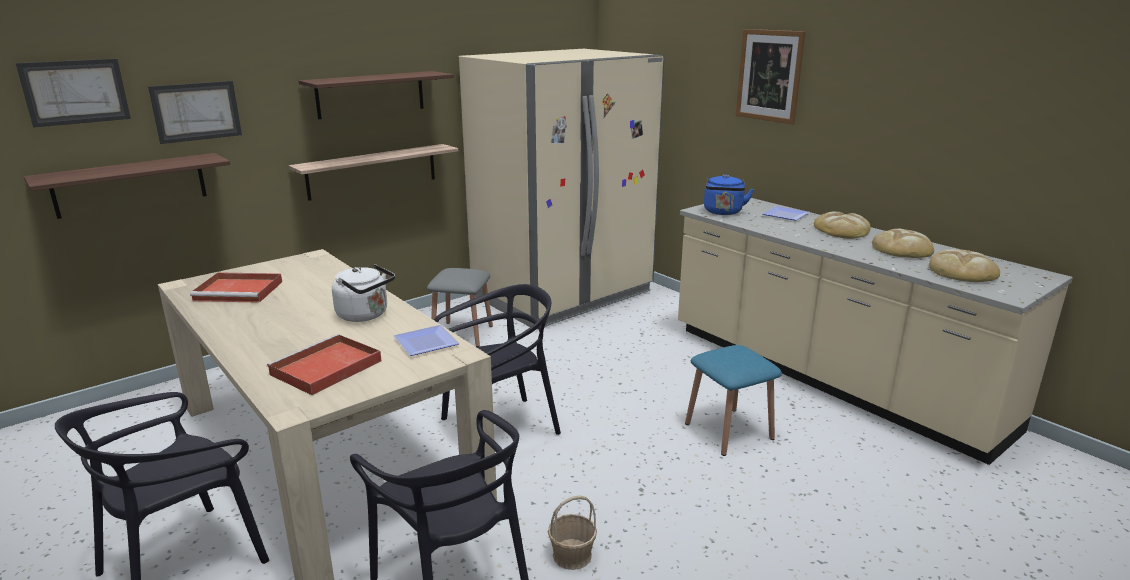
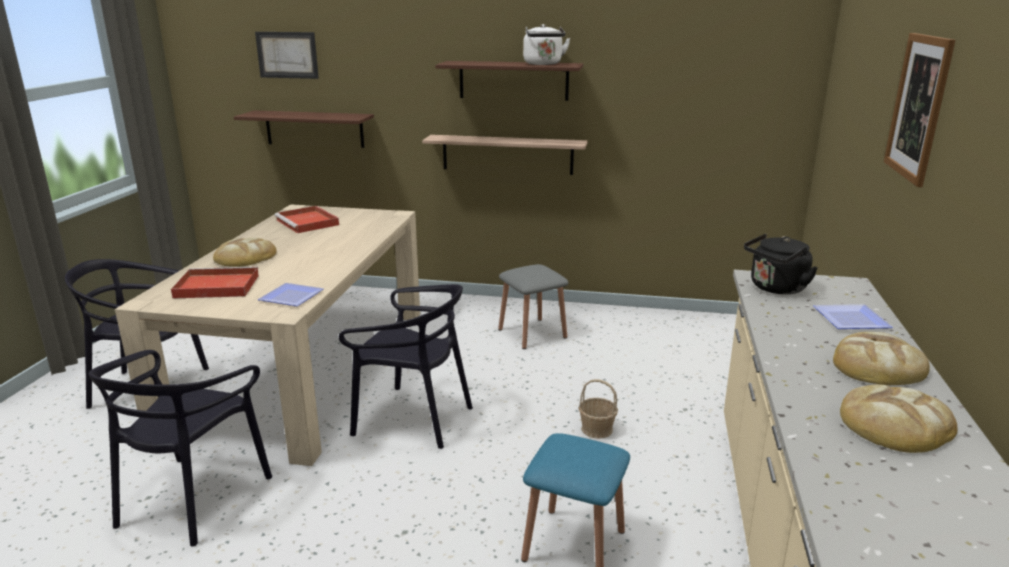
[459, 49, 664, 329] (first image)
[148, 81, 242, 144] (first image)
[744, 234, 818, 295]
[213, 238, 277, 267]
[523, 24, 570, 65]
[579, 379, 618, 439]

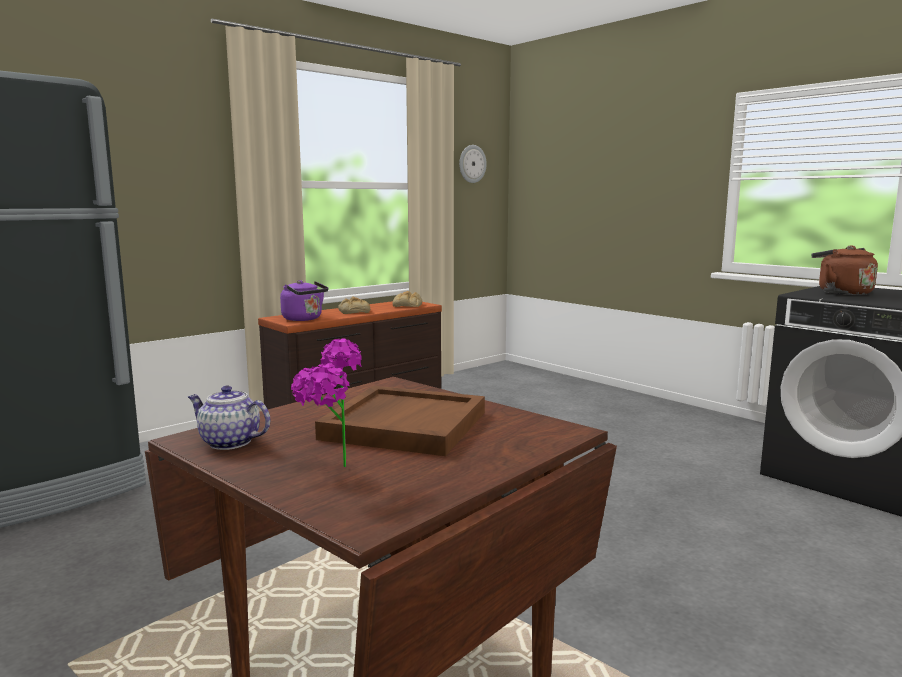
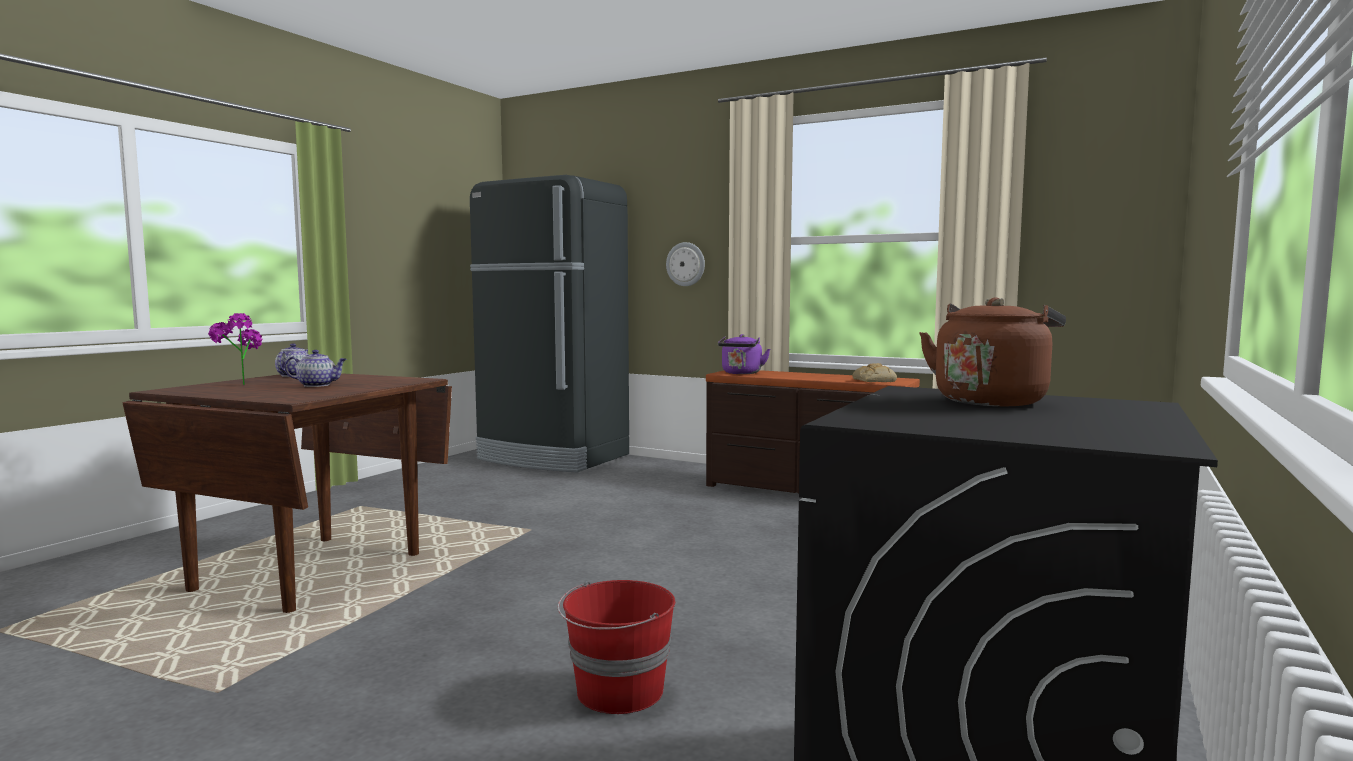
[666, 242, 705, 286]
[338, 296, 370, 314] (first image)
[285, 350, 347, 387]
[558, 580, 675, 714]

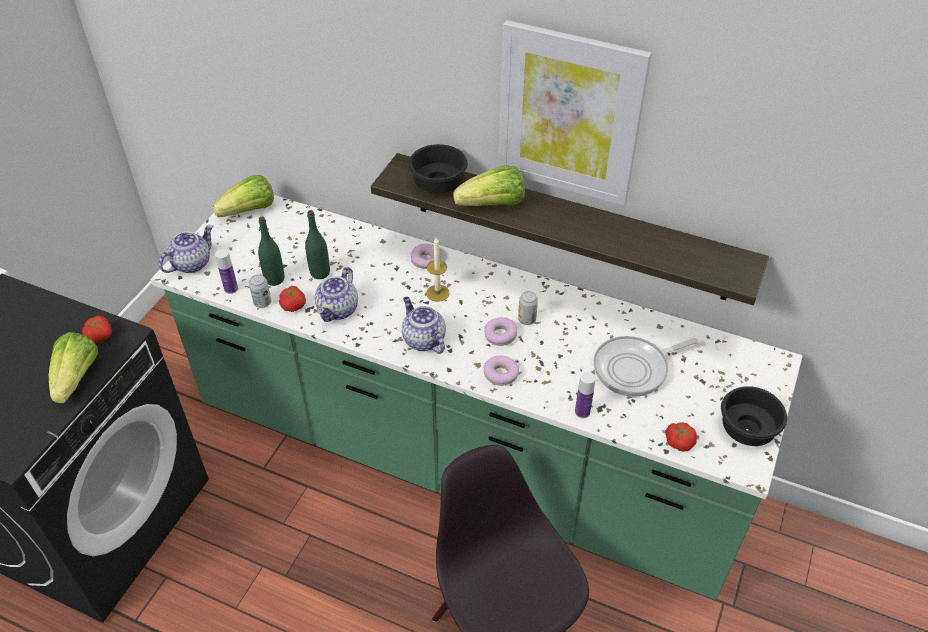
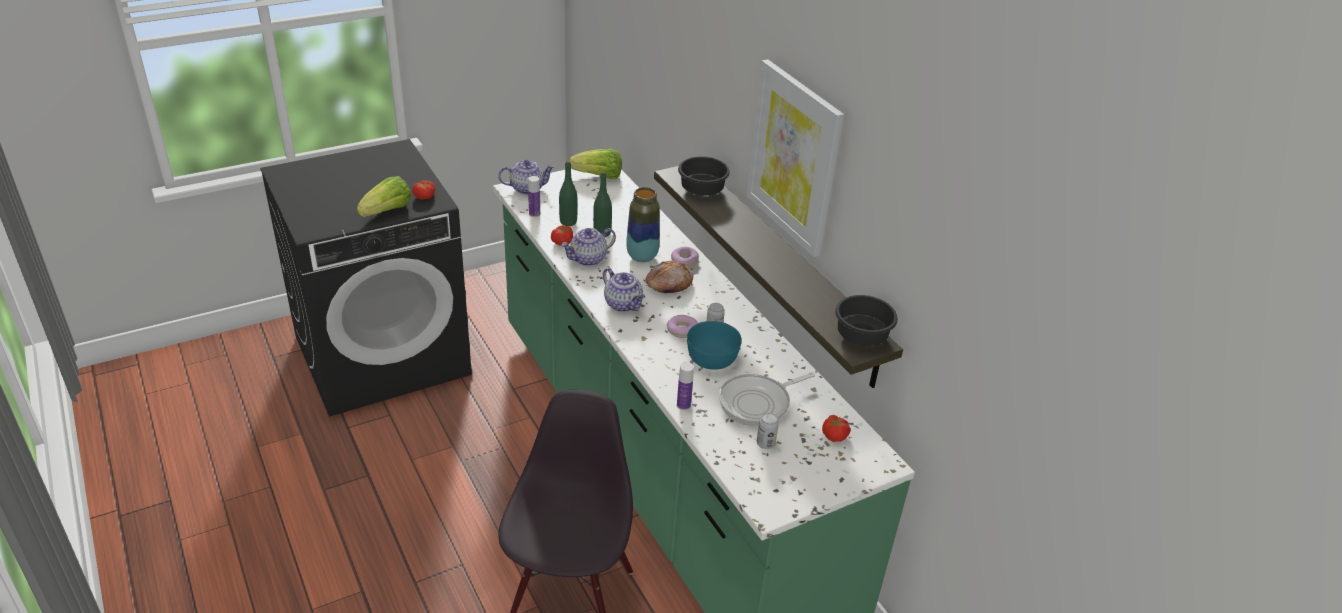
[453, 165, 525, 206] (first image)
[646, 260, 693, 293]
[757, 413, 779, 449]
[603, 268, 645, 312]
[719, 372, 815, 426]
[484, 355, 519, 386] (first image)
[835, 295, 898, 346]
[822, 415, 851, 442]
[626, 187, 660, 262]
[687, 321, 742, 370]

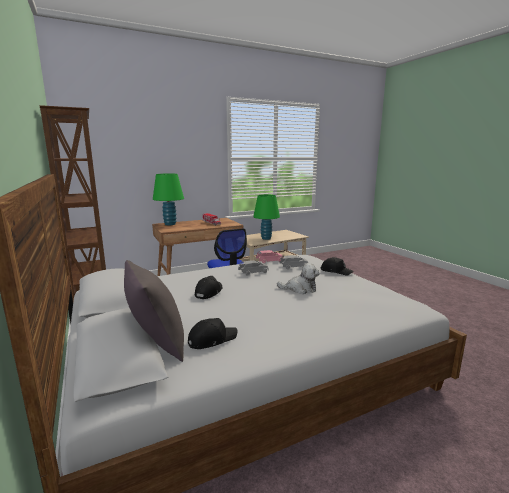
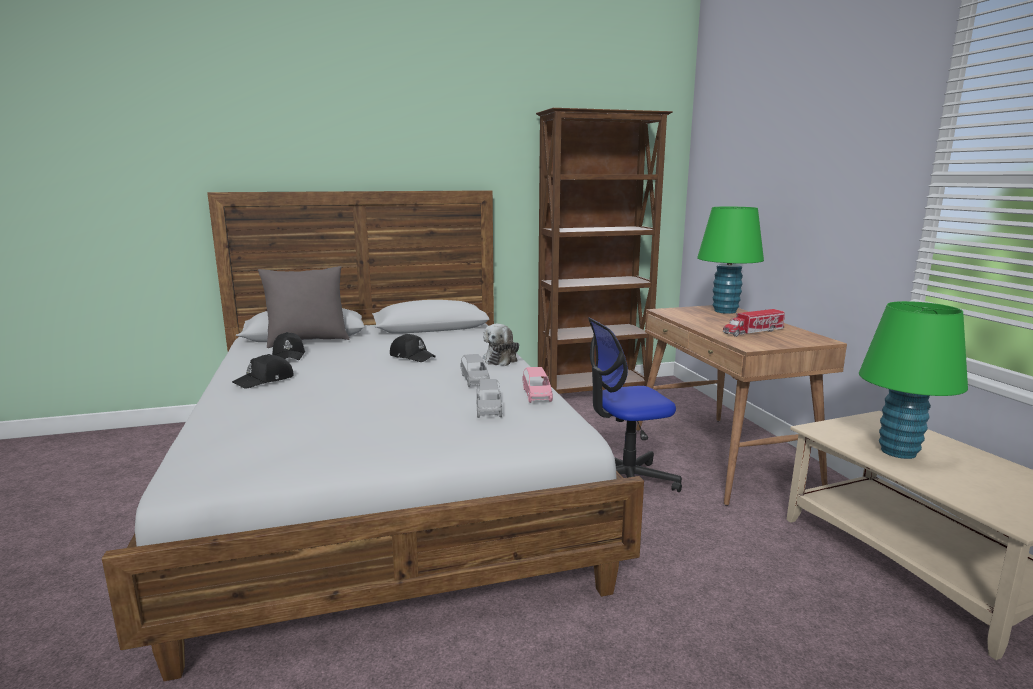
[232, 354, 294, 388]
[483, 324, 519, 366]

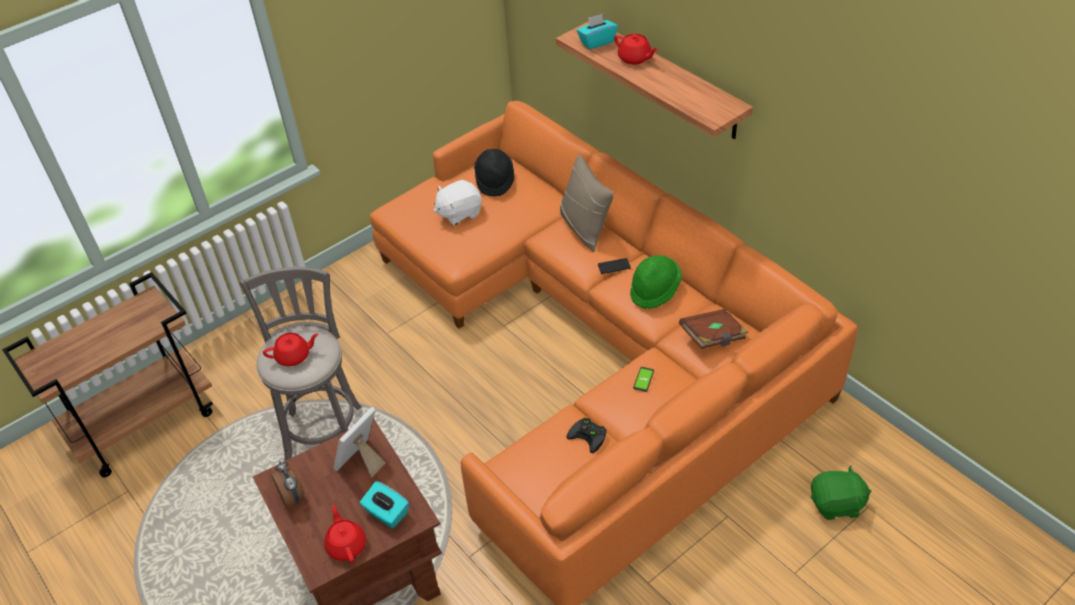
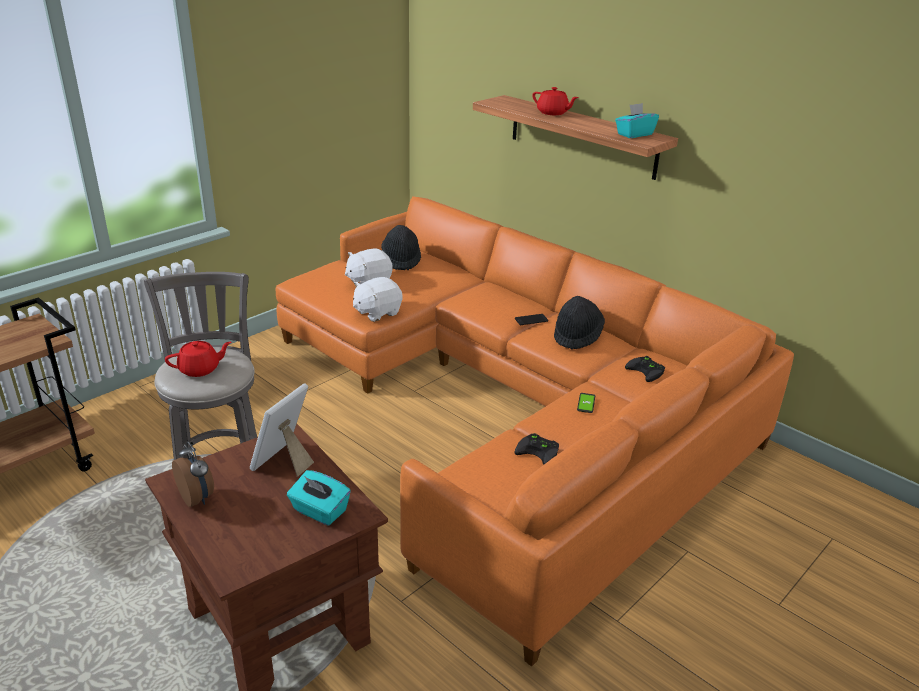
[615, 103, 659, 138]
[560, 154, 614, 252] (first image)
[554, 296, 605, 350]
[625, 356, 665, 382]
[811, 465, 871, 520] (first image)
[324, 505, 366, 563] (first image)
[353, 277, 402, 322]

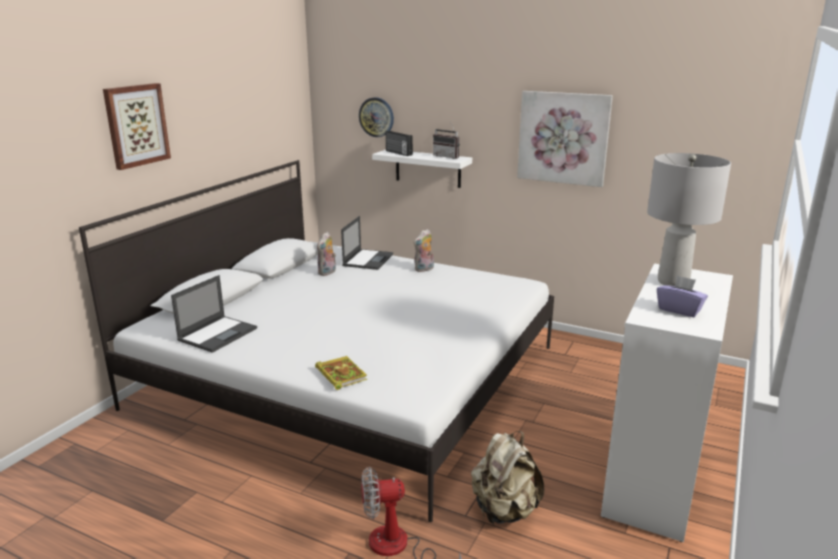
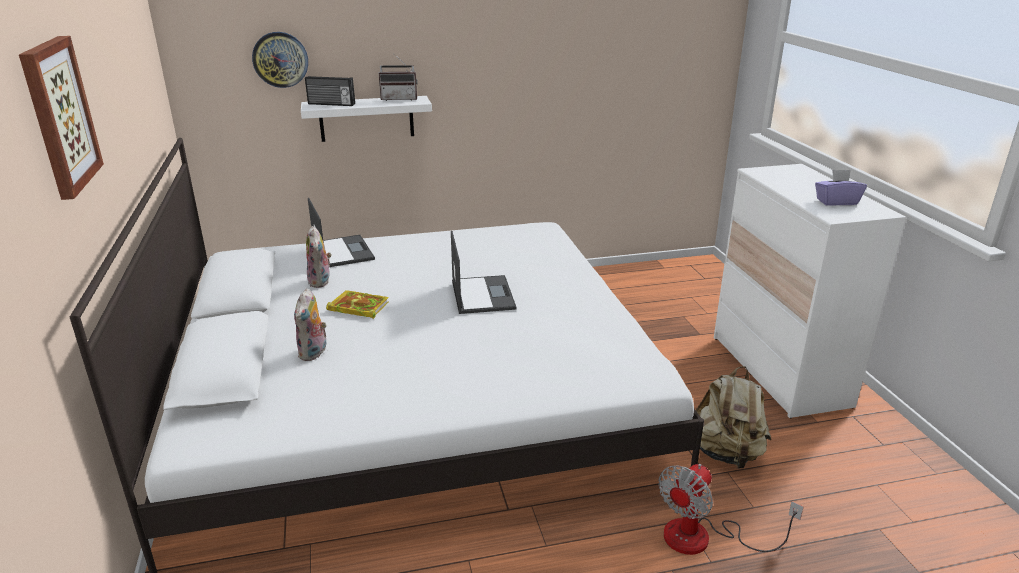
[517, 91, 613, 187] (first image)
[647, 153, 731, 286] (first image)
[294, 288, 327, 361]
[451, 231, 516, 314]
[326, 290, 389, 319]

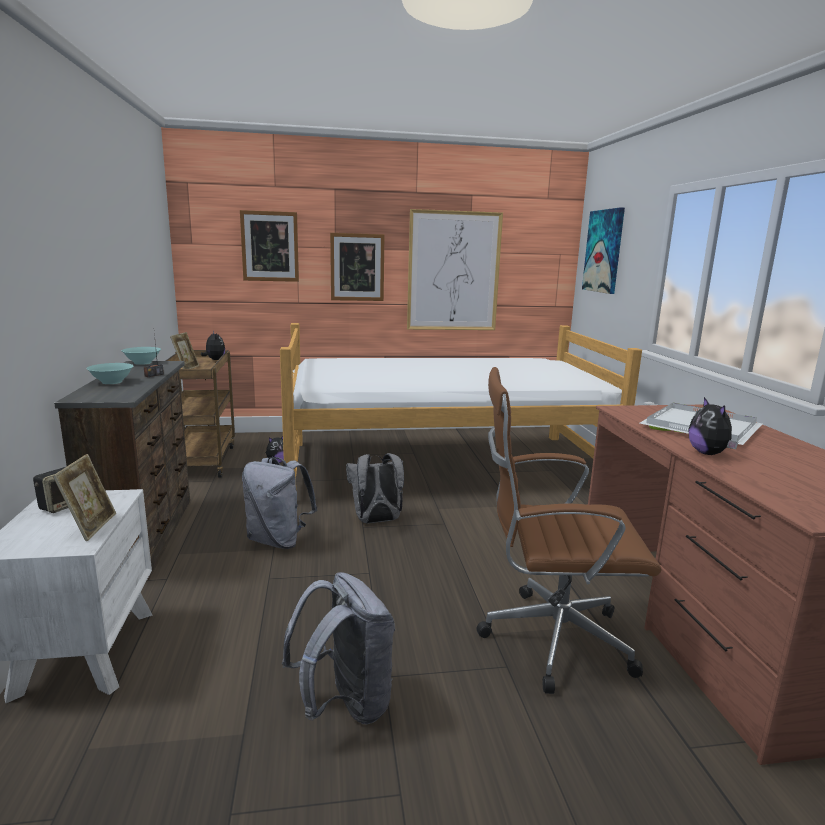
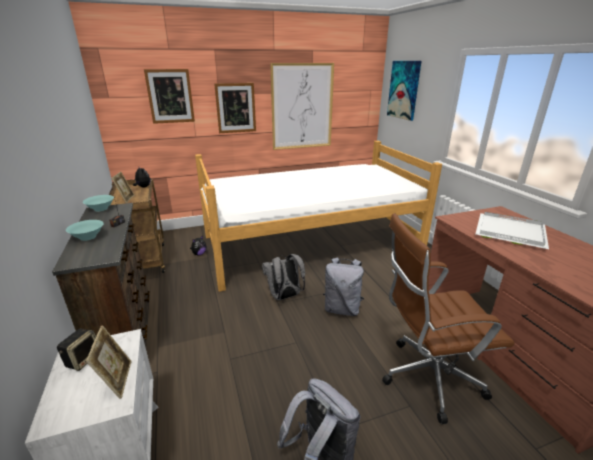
[689, 397, 738, 455] (first image)
[323, 258, 364, 316]

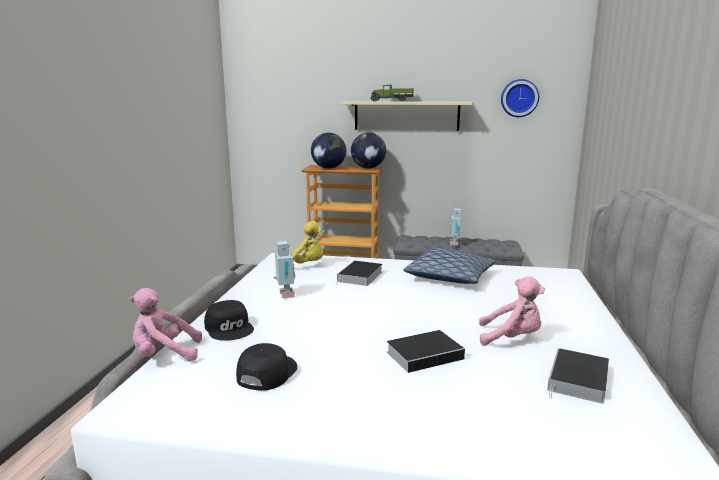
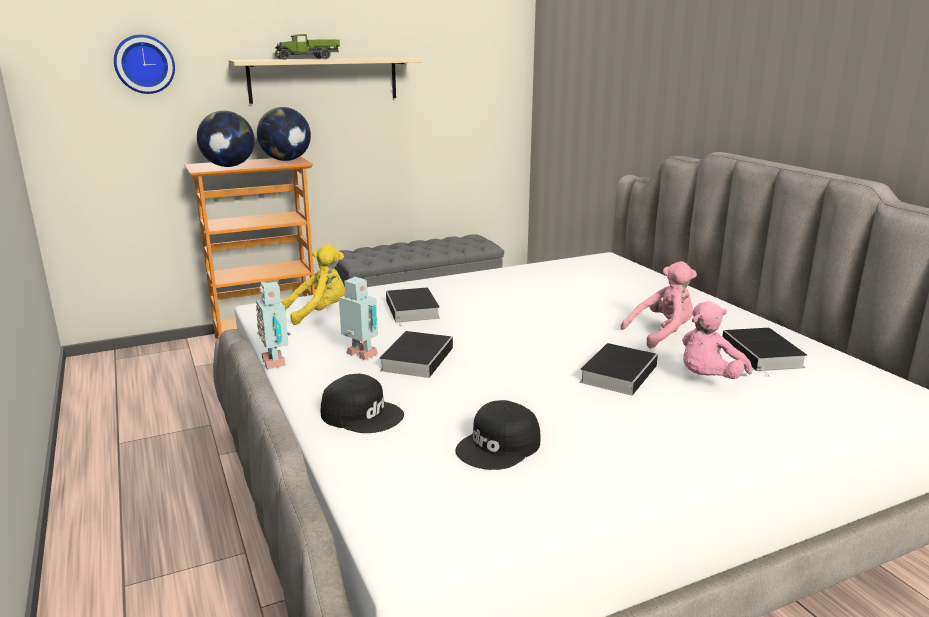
[114, 35, 175, 94]
[256, 282, 290, 369]
[403, 248, 496, 284] (first image)
[682, 301, 752, 379]
[455, 400, 541, 470]
[379, 331, 453, 378]

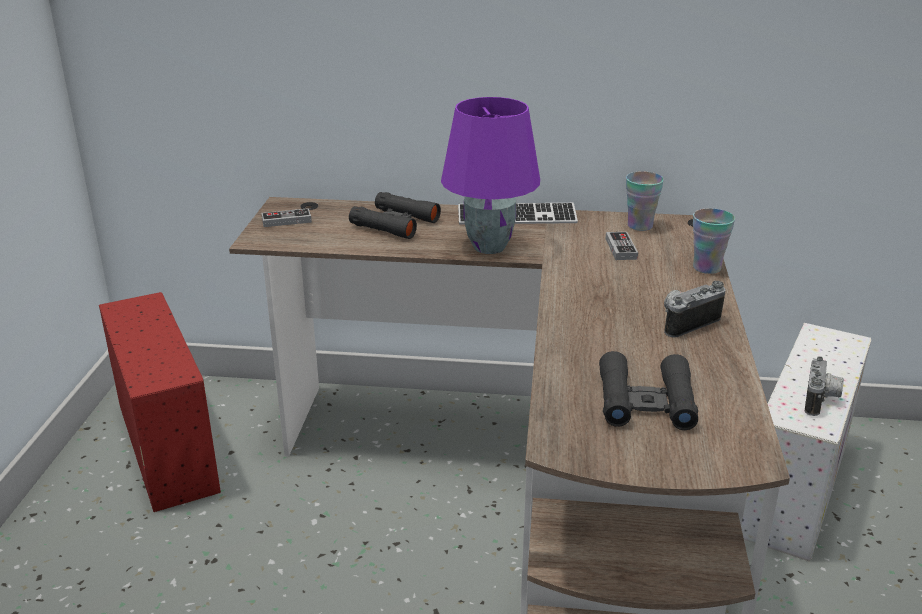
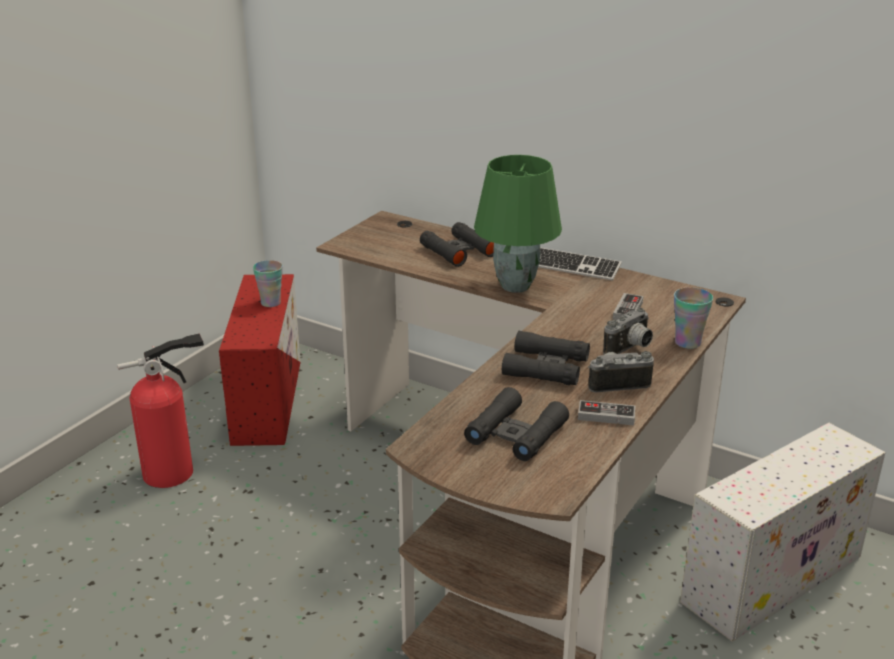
[474, 155, 562, 293]
[253, 260, 283, 307]
[578, 400, 635, 425]
[603, 308, 653, 354]
[502, 331, 590, 385]
[117, 333, 204, 488]

